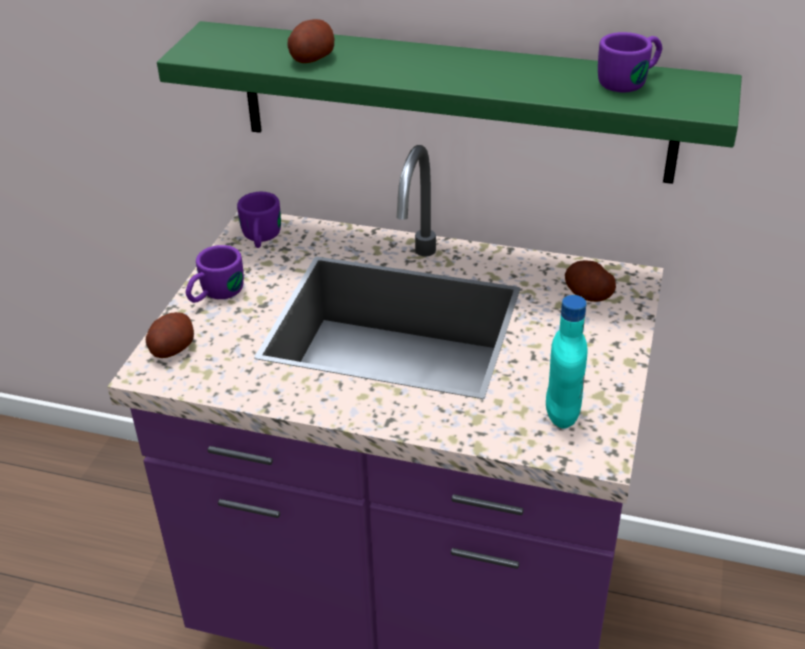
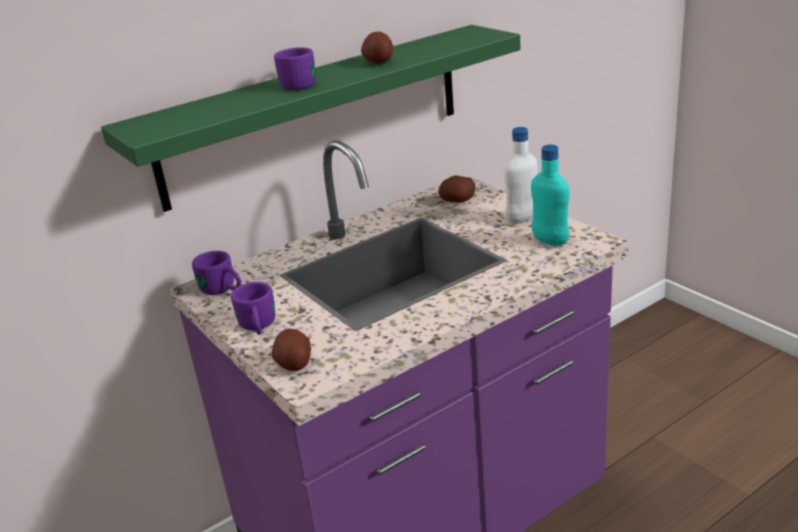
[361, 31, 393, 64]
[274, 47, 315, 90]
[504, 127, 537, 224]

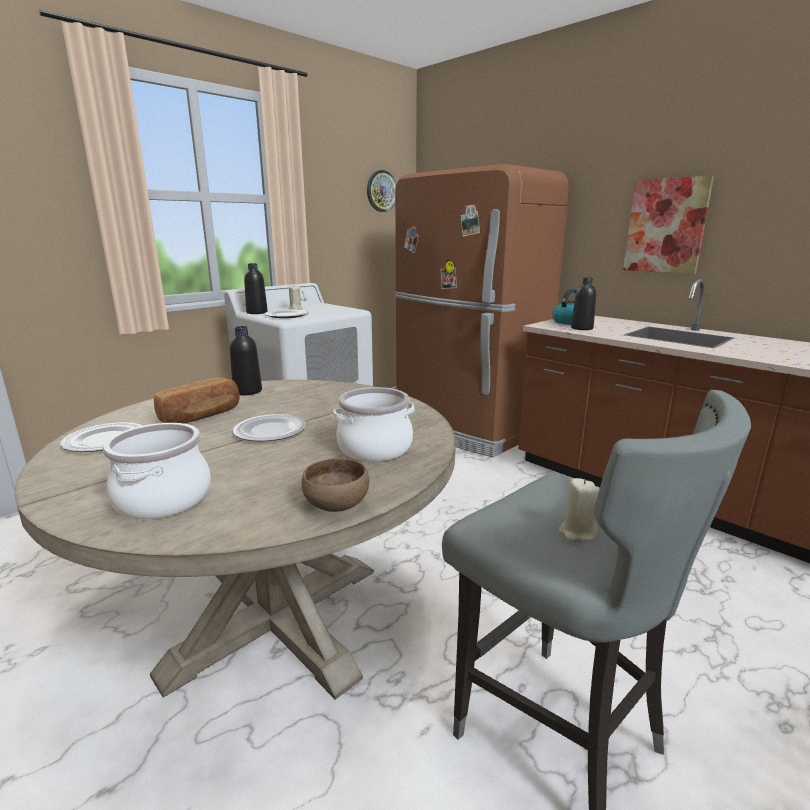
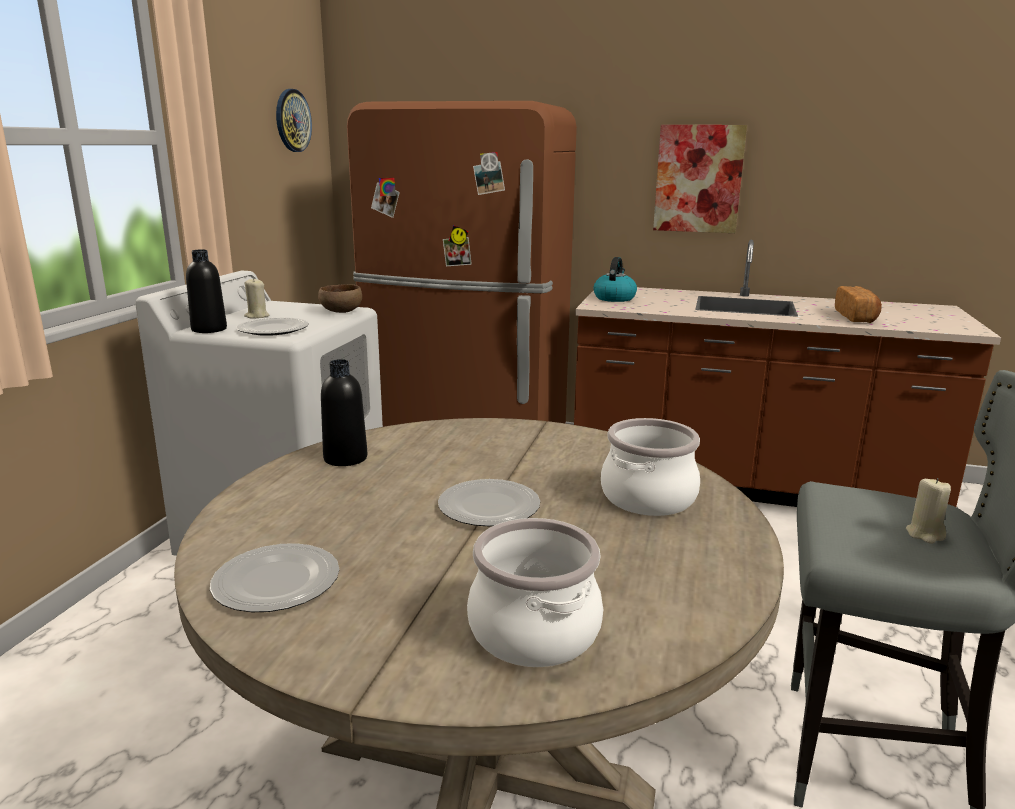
[571, 277, 596, 330] (first image)
[835, 286, 882, 323]
[318, 284, 362, 313]

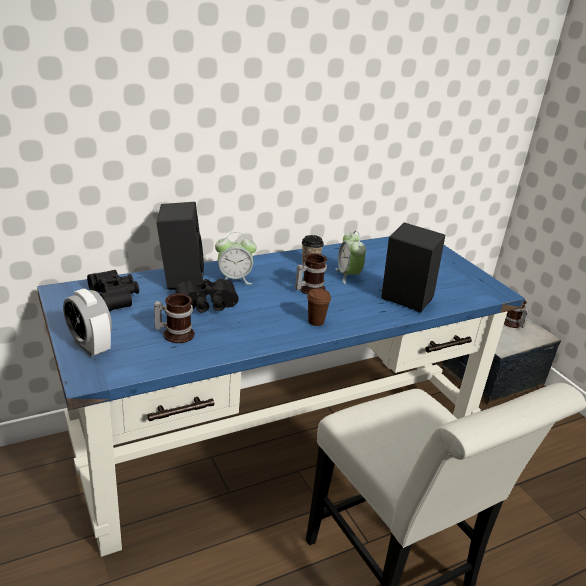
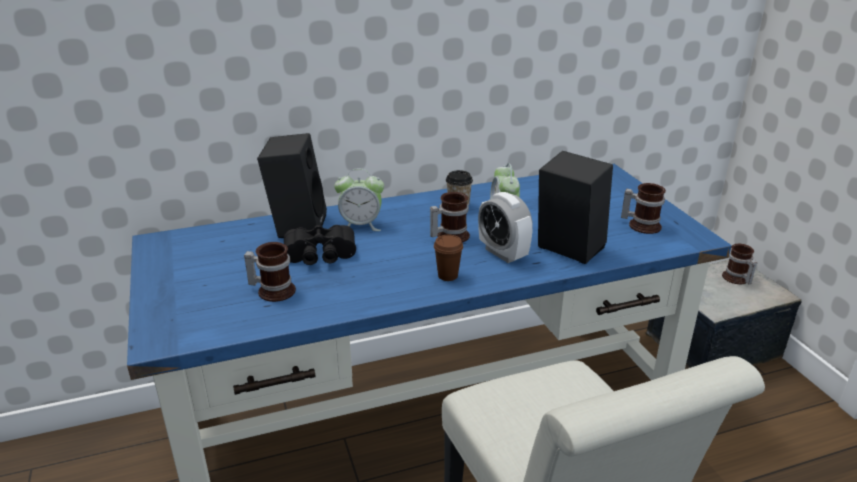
[87, 270, 139, 311] (first image)
[478, 192, 533, 263]
[621, 183, 666, 234]

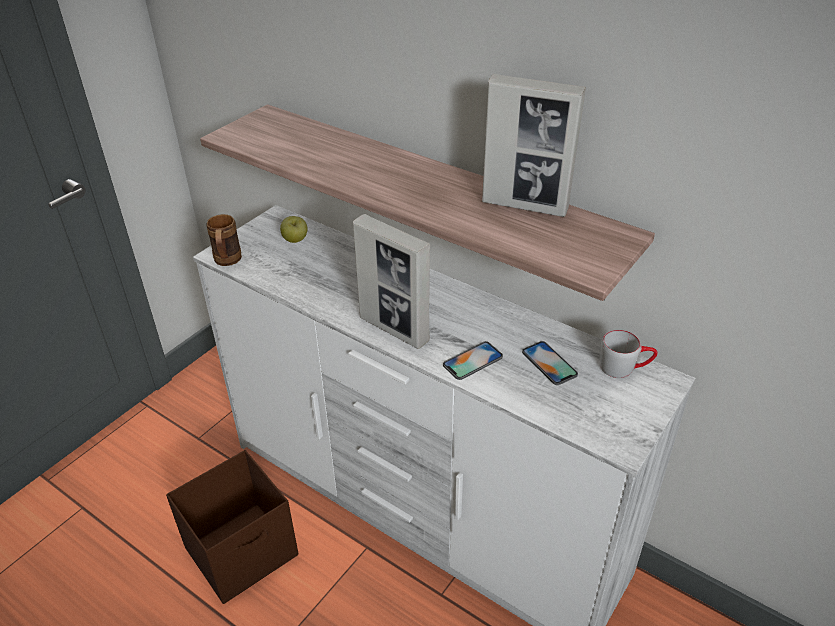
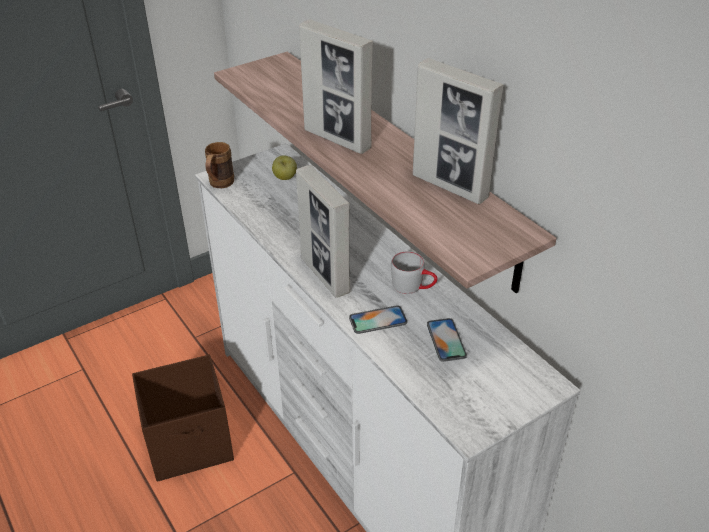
[391, 251, 437, 294]
[299, 19, 373, 154]

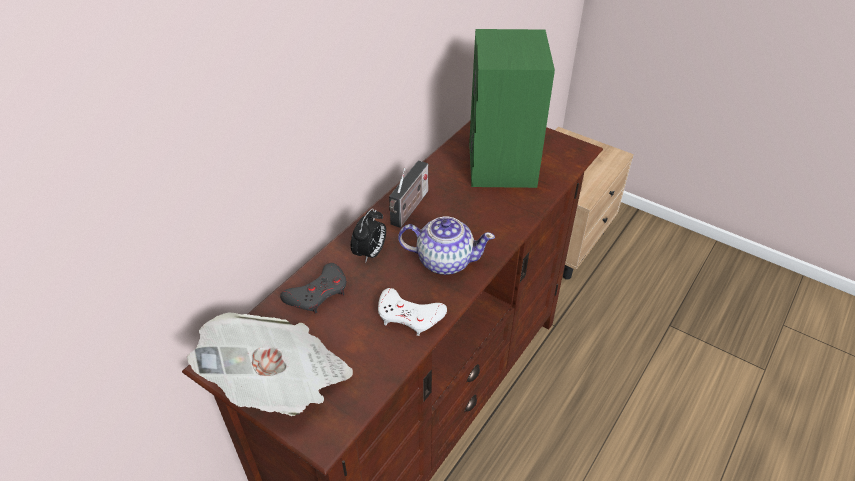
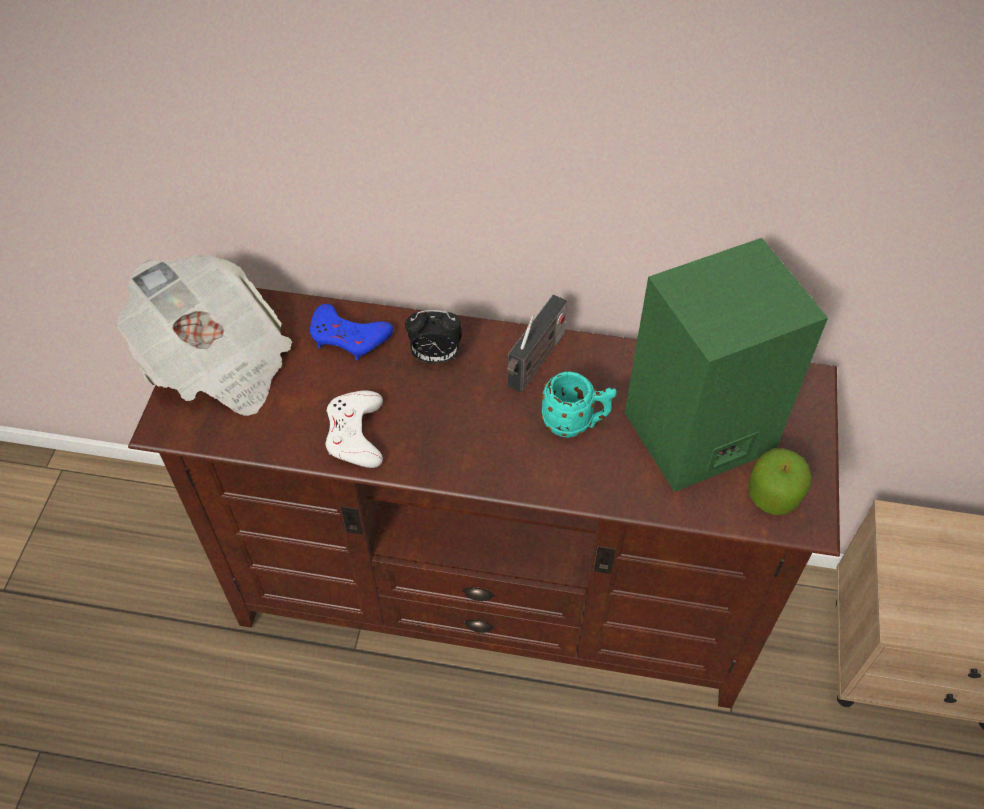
[507, 295, 567, 392]
[398, 217, 495, 275] (first image)
[310, 304, 393, 360]
[541, 371, 617, 438]
[748, 448, 812, 515]

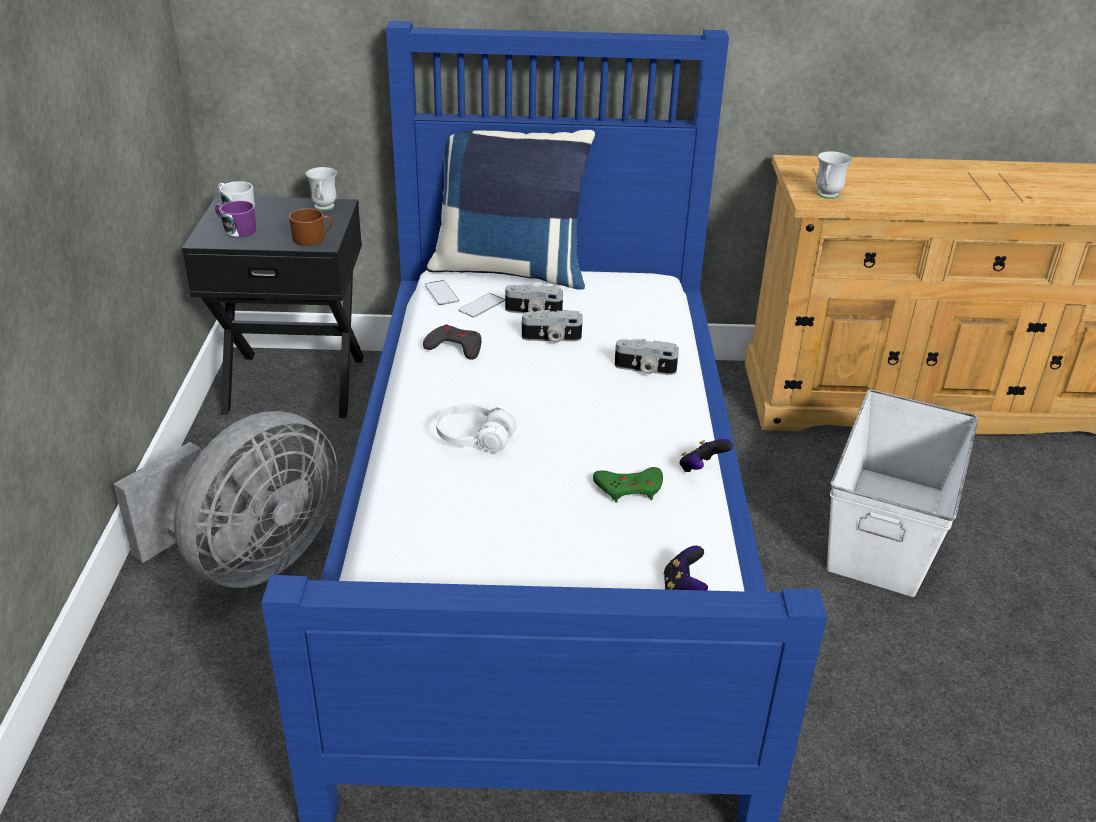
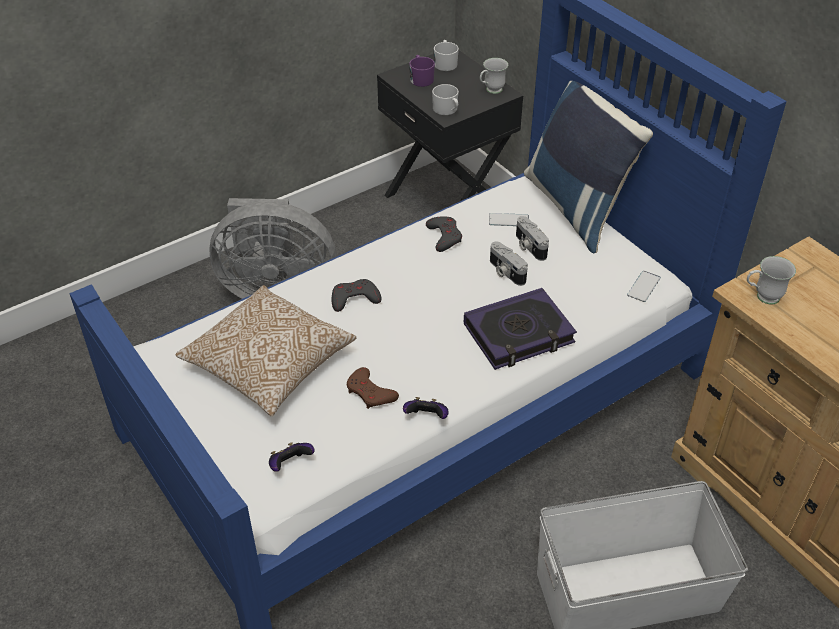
[432, 84, 459, 115]
[627, 271, 661, 302]
[464, 288, 577, 370]
[332, 279, 381, 312]
[346, 367, 399, 409]
[176, 285, 356, 416]

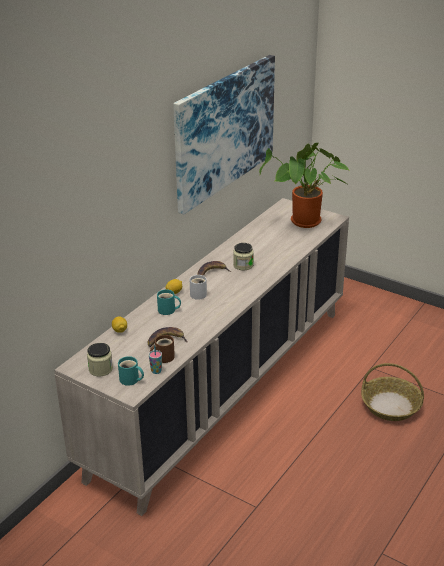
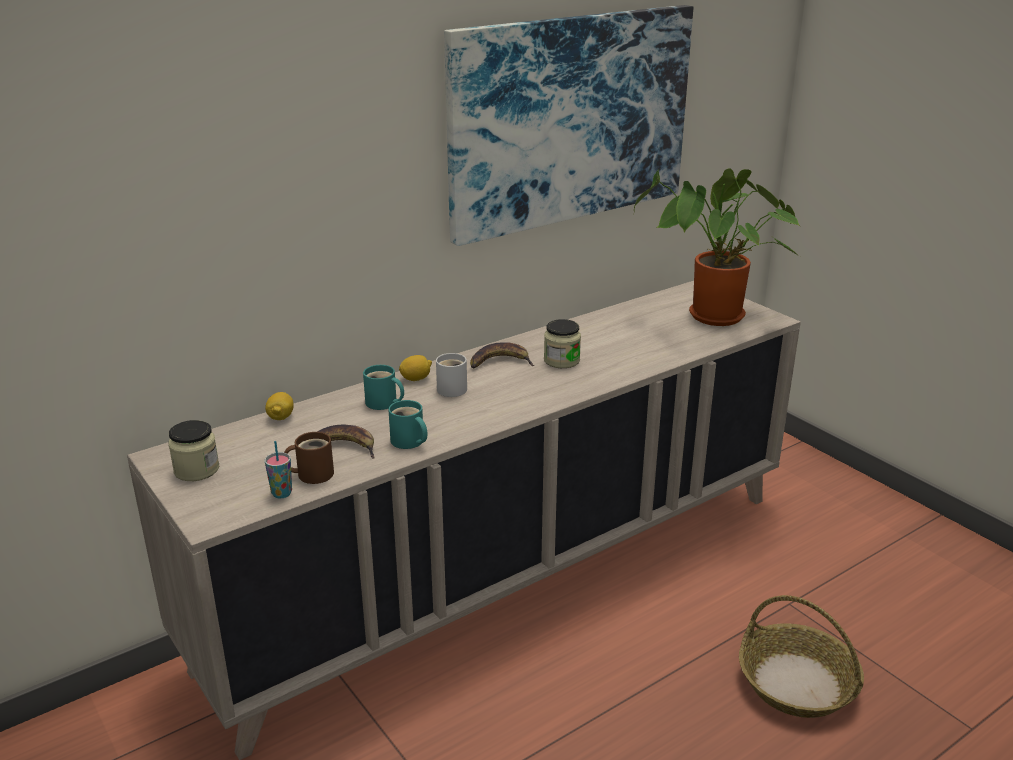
[388, 400, 428, 449]

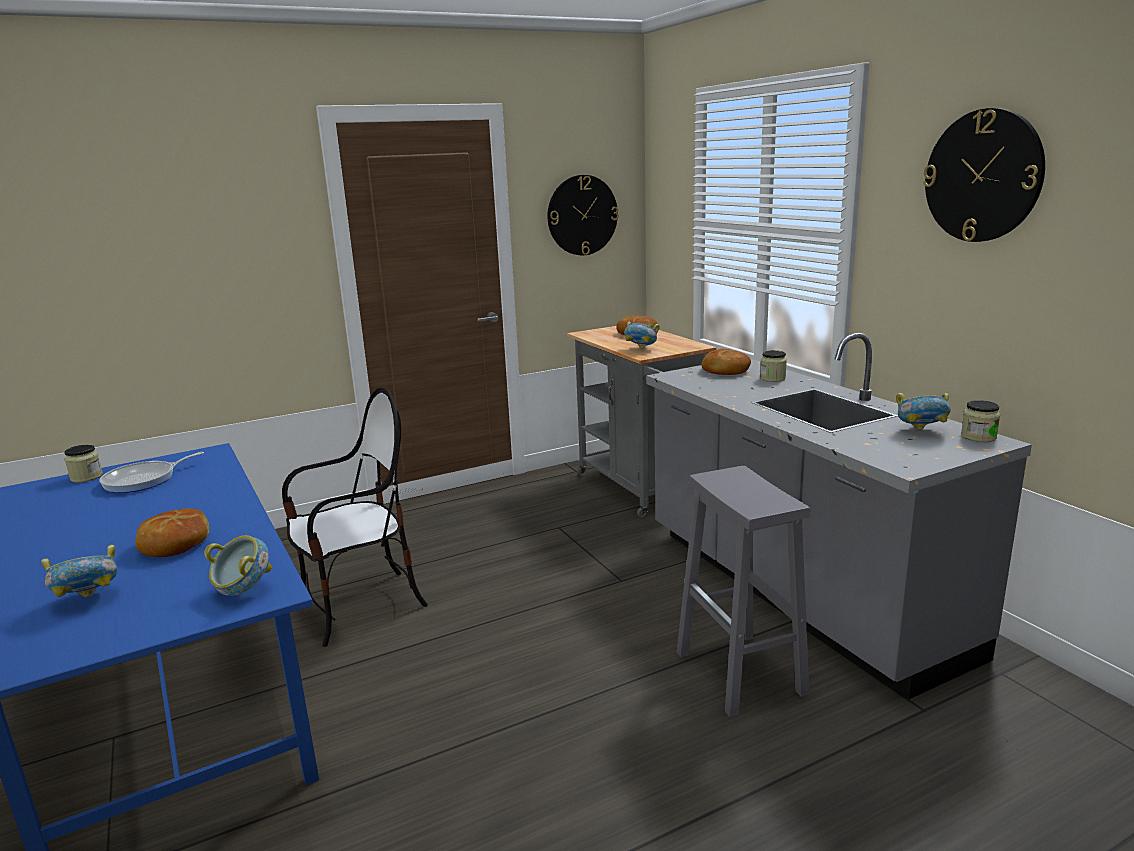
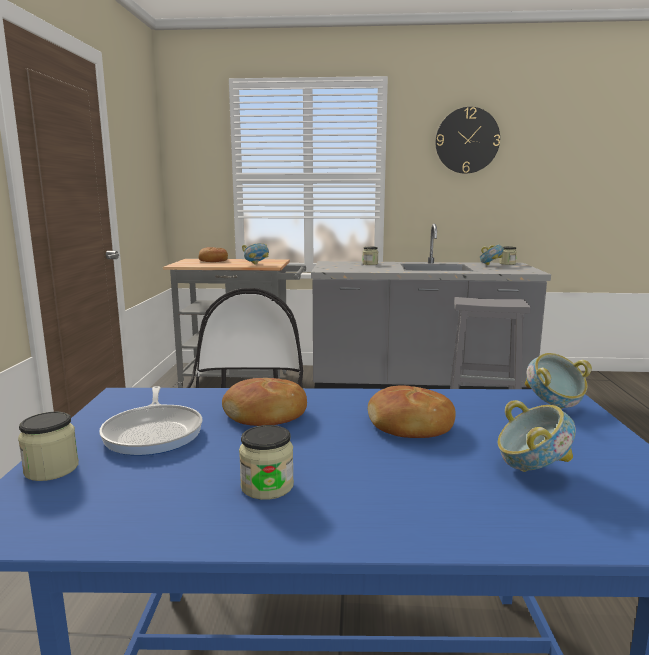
[547, 175, 619, 255] (first image)
[222, 378, 307, 426]
[239, 425, 294, 500]

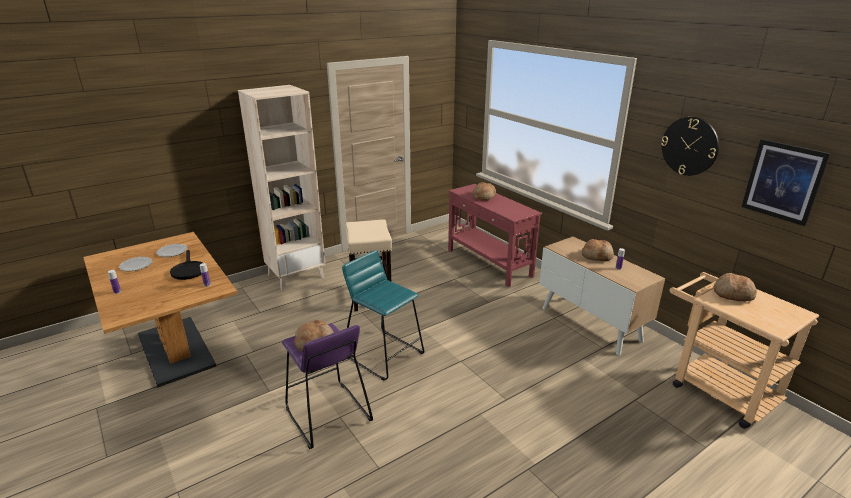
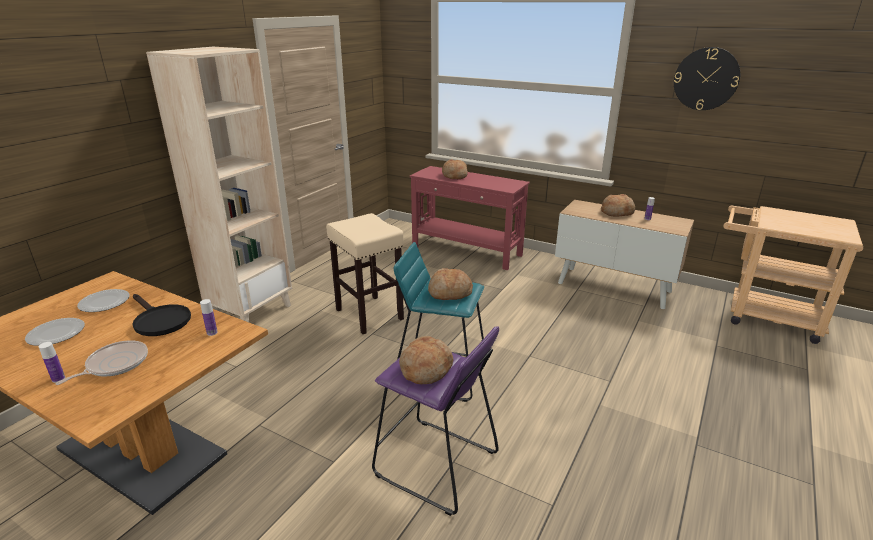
[741, 139, 831, 226] (first image)
[428, 268, 473, 300]
[55, 340, 148, 385]

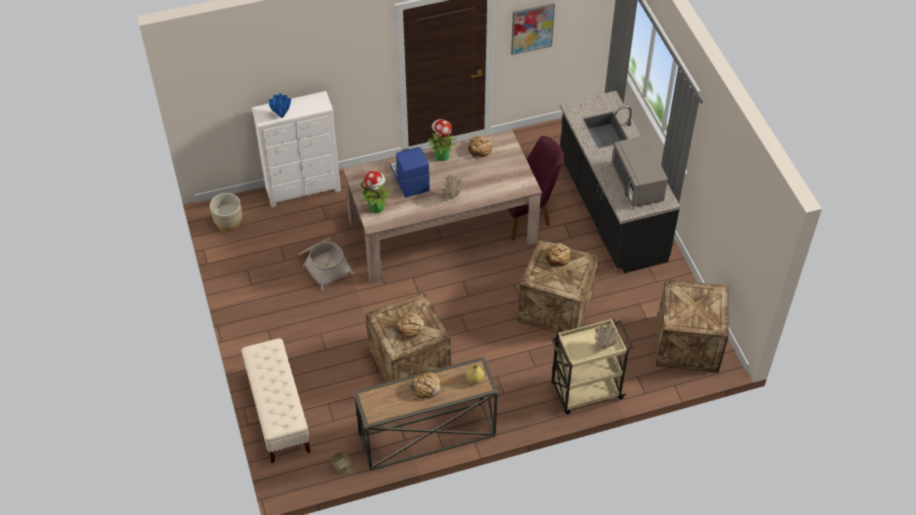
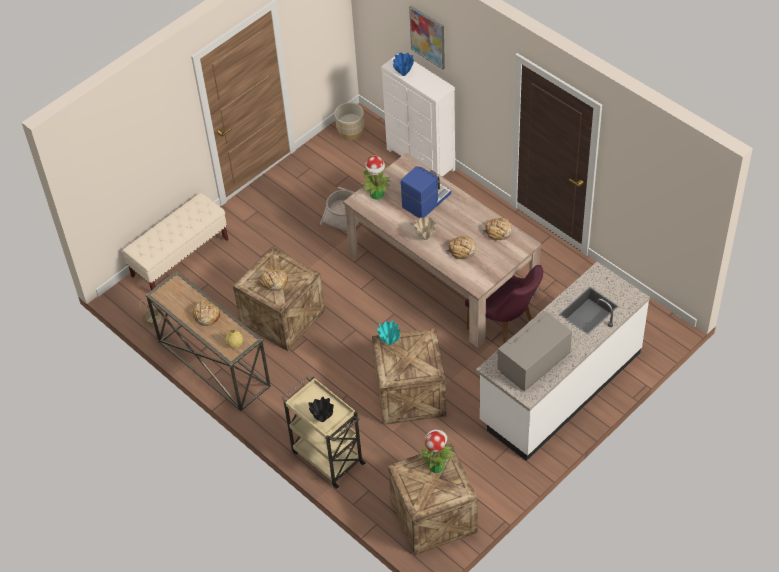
[409, 6, 445, 69]
[476, 262, 650, 461]
[419, 430, 455, 473]
[445, 236, 476, 260]
[309, 397, 334, 422]
[377, 321, 401, 345]

